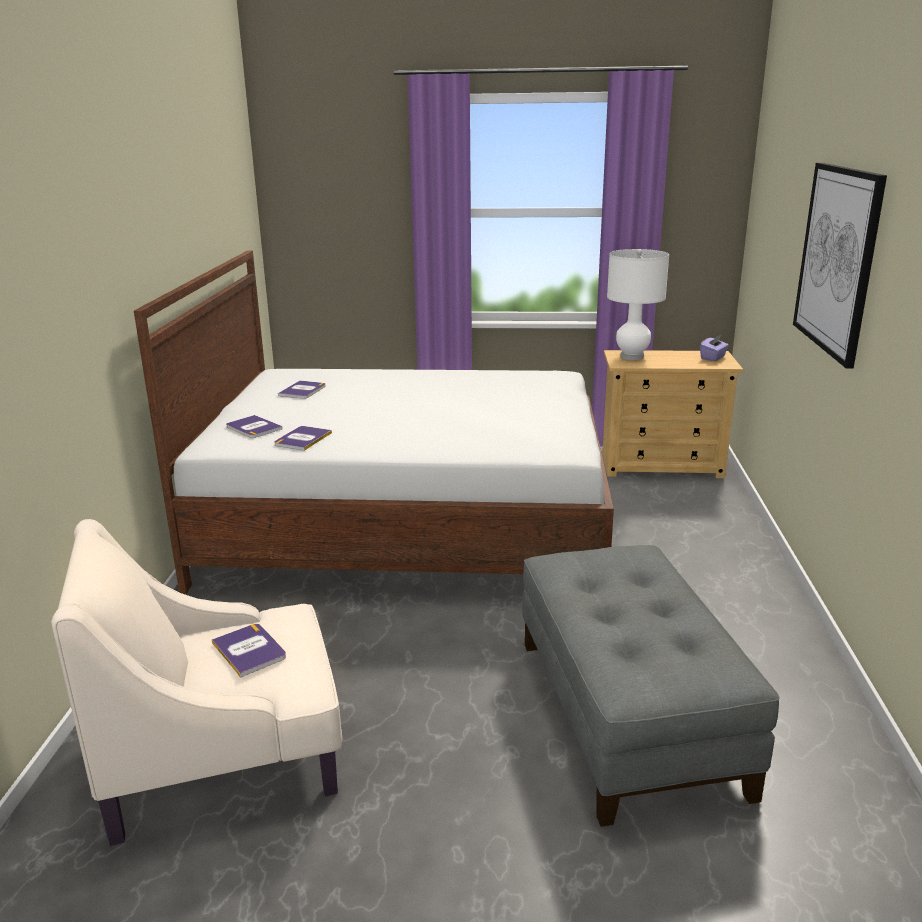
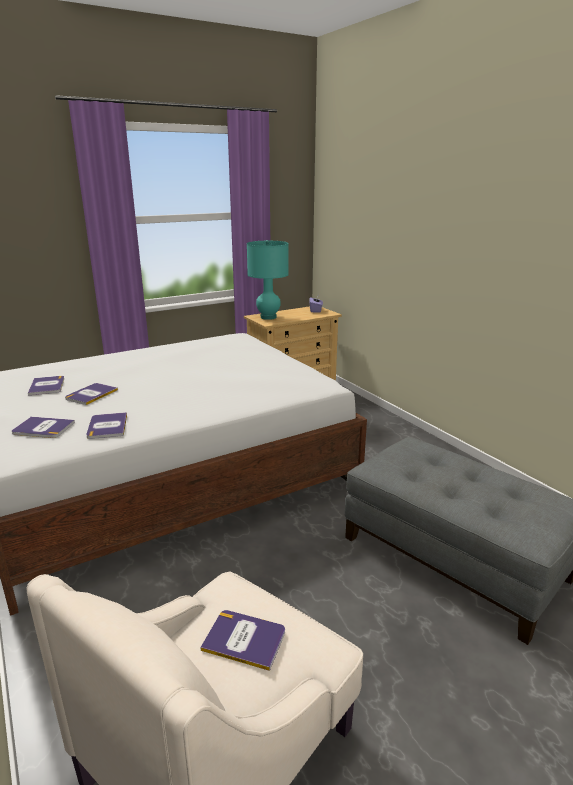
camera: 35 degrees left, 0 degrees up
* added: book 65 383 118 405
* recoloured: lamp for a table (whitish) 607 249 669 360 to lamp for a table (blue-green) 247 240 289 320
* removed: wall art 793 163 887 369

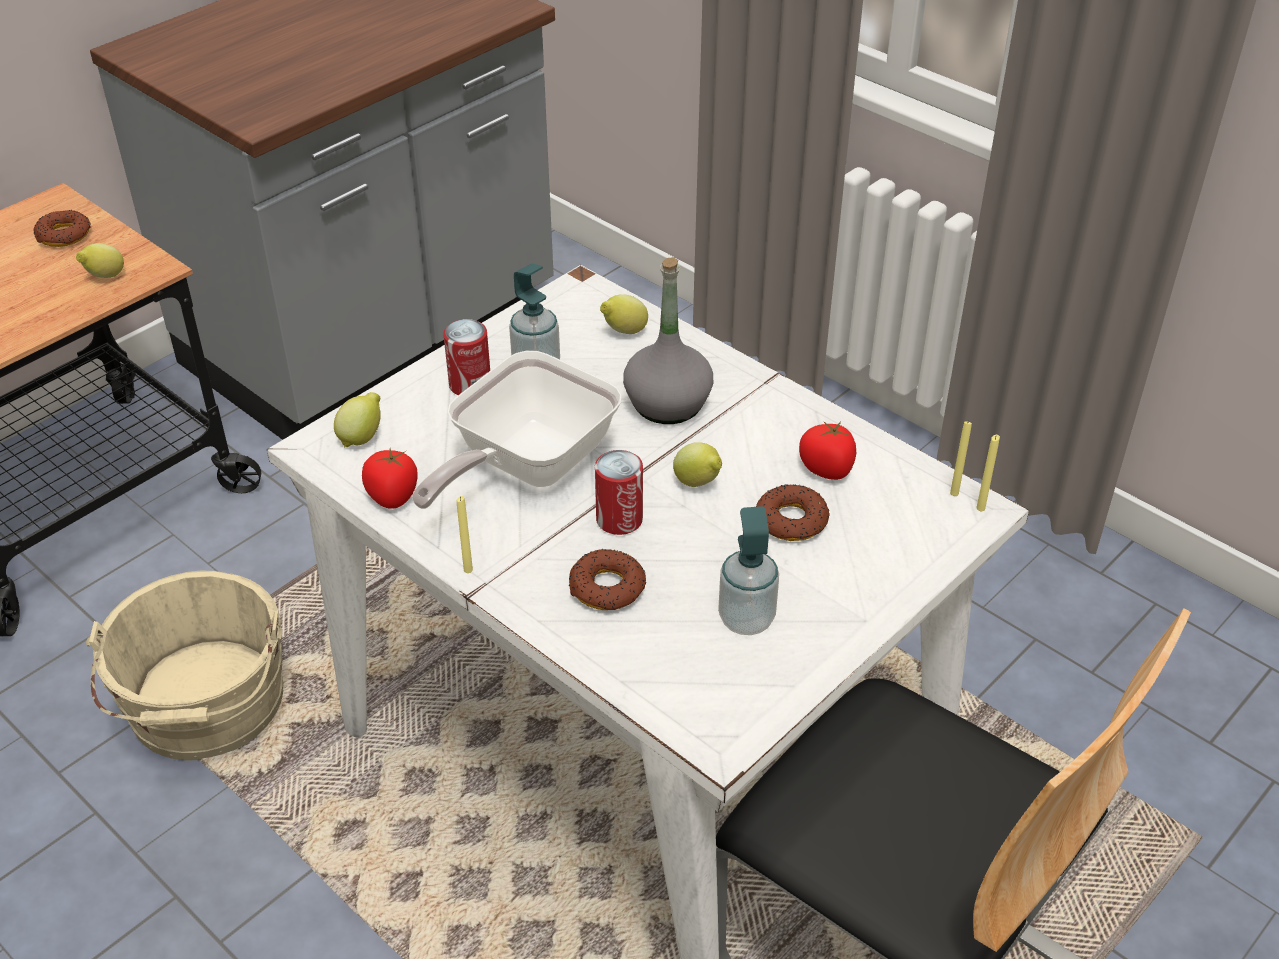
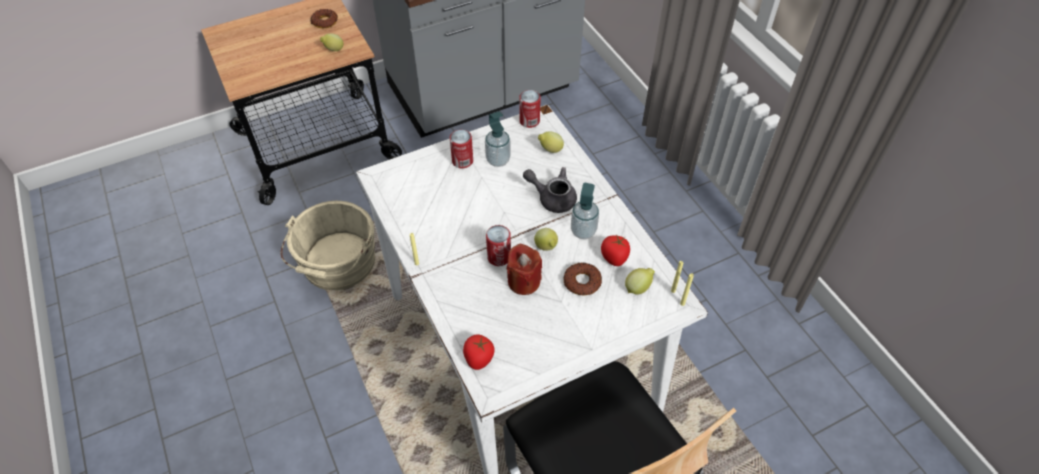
camera: 20 degrees right, 10 degrees up
* moved: fresh tomato 362 448 418 509 to 463 334 495 370
* added: wax candle (red) 507 244 542 295
* added: can 519 90 541 128
* replaced: bottle (gray) 623 257 713 424 to teapot (gray) 523 167 577 213
* moved: soap bottle 718 506 779 635 to 571 183 599 239
* moved: lemon 334 392 381 448 to 625 268 655 294
* removed: skillet 412 351 622 509
* removed: donut 569 549 646 610

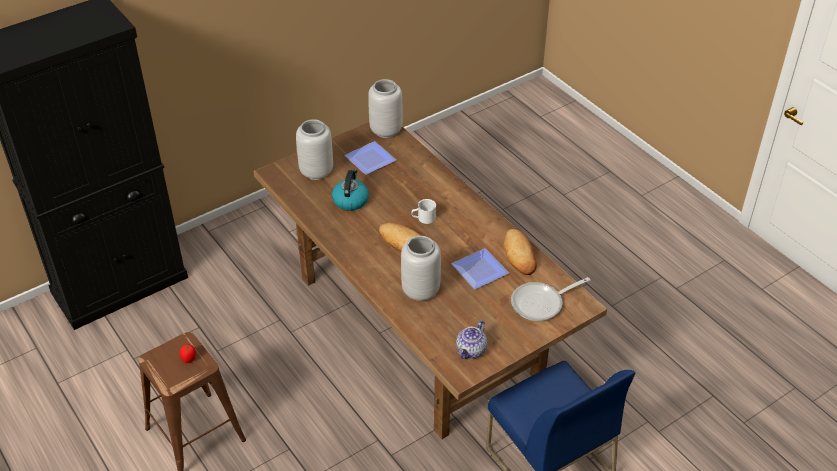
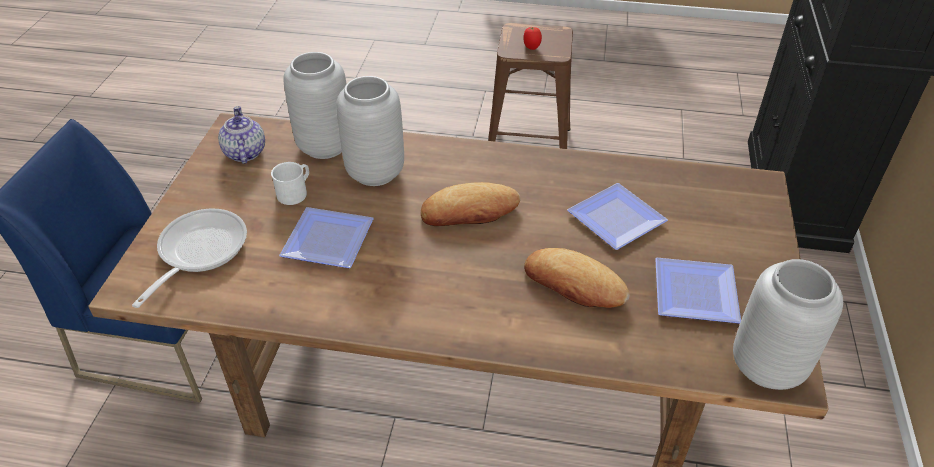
camera: 135 degrees right, 0 degrees up
* moved: tea mug (whitish) 412 199 436 224 to 271 162 309 205
* moved: decorative vase (gray) 296 119 333 180 to 284 52 347 159
* moved: bread 504 229 537 275 to 524 248 630 308
* replaced: kettle 332 170 369 211 to plate 567 183 668 250

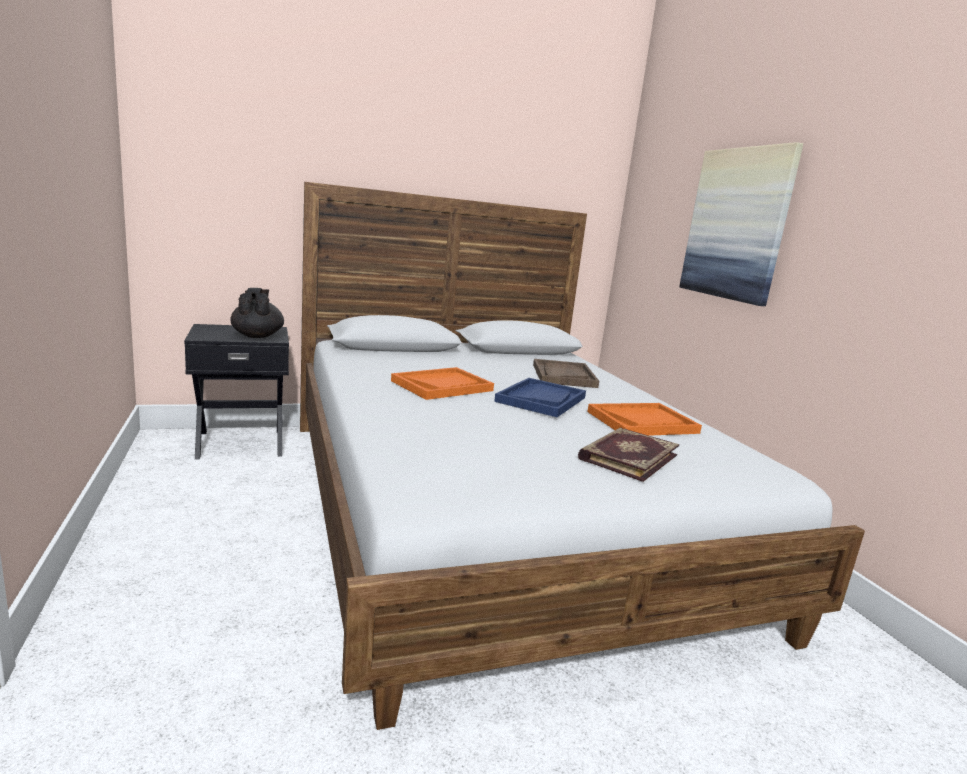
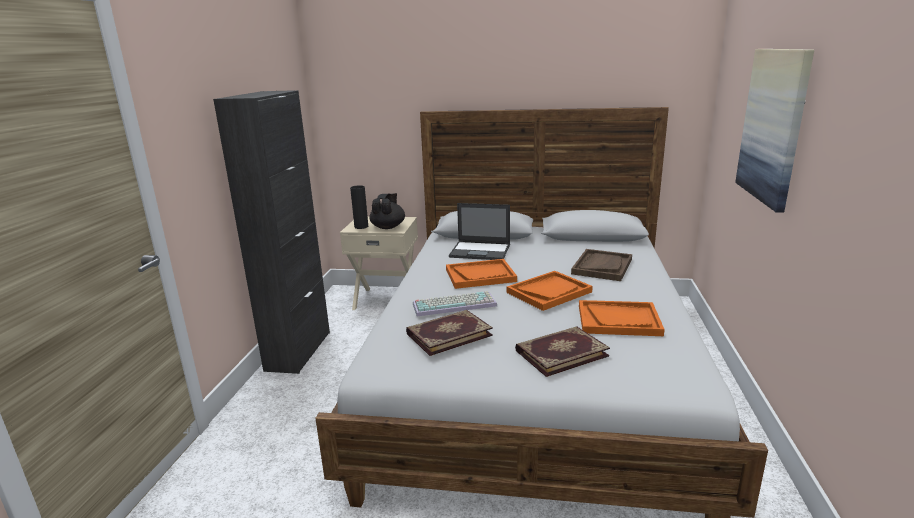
camera: 30 degrees right, 5 degrees up
* added: storage cabinet (blackish) 213 90 330 374
* recoloured: night table (blackish) 184 324 289 460 to night table (beige) 340 217 418 310
* added: decorative vase (blackish) 350 185 368 229
* added: book 406 310 493 356
* added: keyboard 413 291 497 316
* added: laptop 449 203 510 260
* recoloured: carrying tray (blue-coloured) 494 378 586 417 to carrying tray (orangey) 507 271 593 311

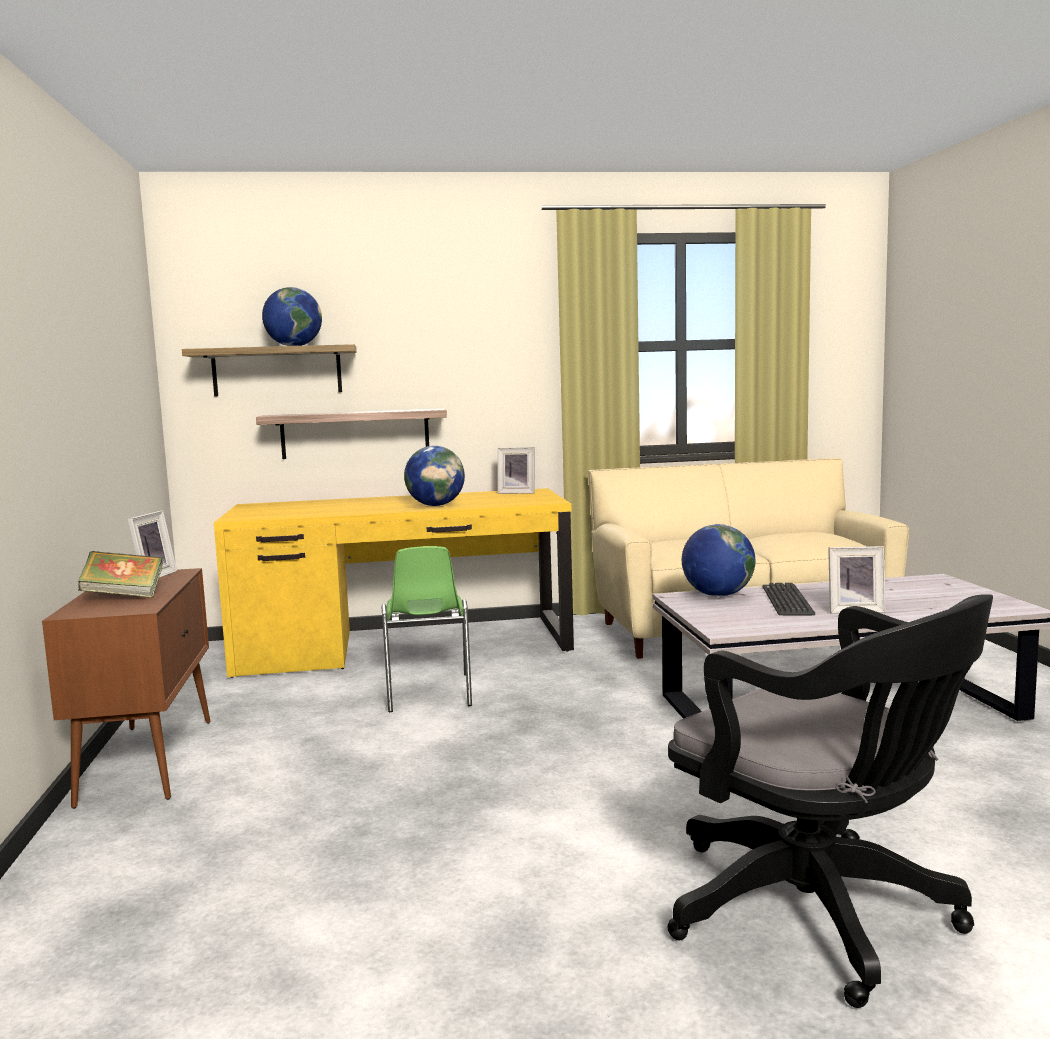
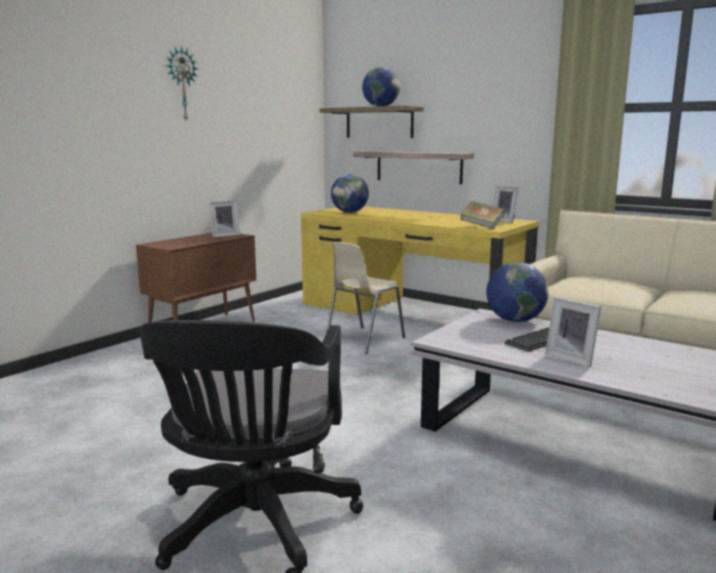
camera: 45 degrees right, 5 degrees up
* added: wall clock 166 46 198 120
* recoloured: chair (green-coloured) 381 546 472 712 to chair (beige) 326 242 405 354
* moved: world globe 404 446 465 506 to 331 174 369 213
* moved: book 78 551 163 598 to 461 201 505 229

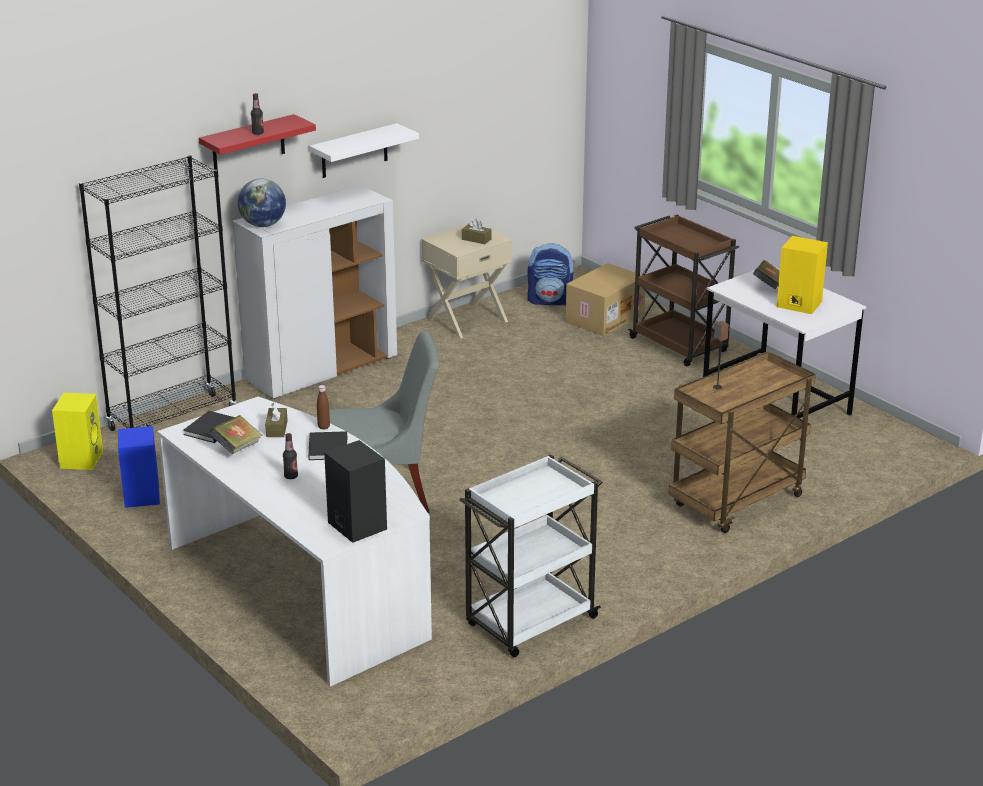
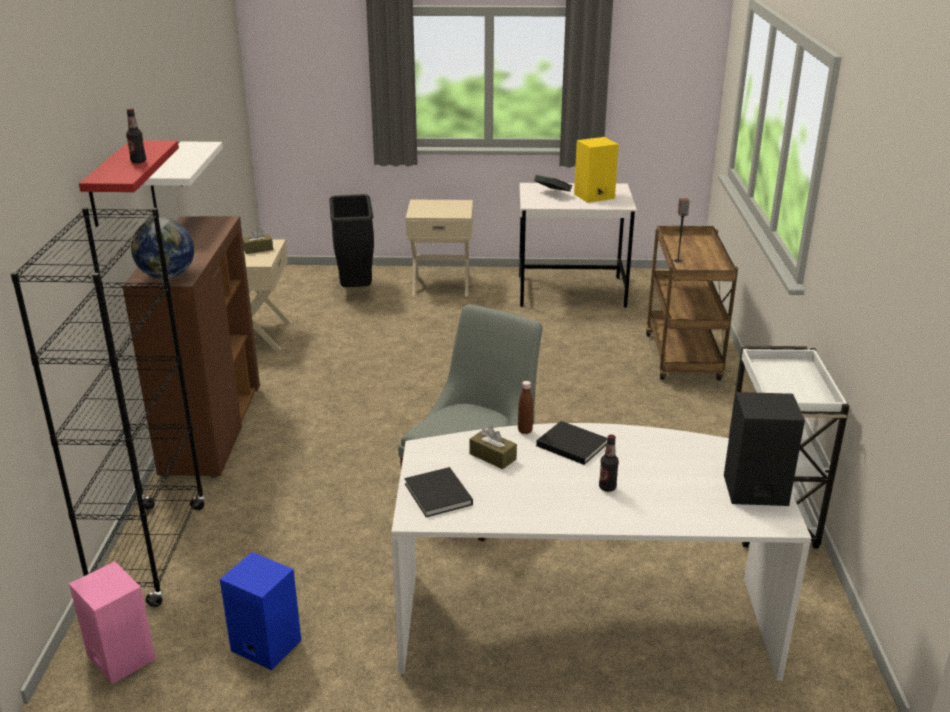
camera: 50 degrees left, 0 degrees up
* recoloured: loudspeaker (yellow-coloured) 52 392 103 470 to loudspeaker (pinkish) 69 561 156 684
* recoloured: storage cabinet (whitish) 233 185 397 399 to storage cabinet (brown-coloured) 123 216 260 478
* replaced: packing box 566 263 645 336 to rubbish bin (blackish) 329 194 374 287
* replaced: wheeled cart (brown-coloured) 628 215 739 367 to night table (beige) 406 199 473 296
* removed: book 209 415 262 454
* removed: knapsack 527 243 575 305

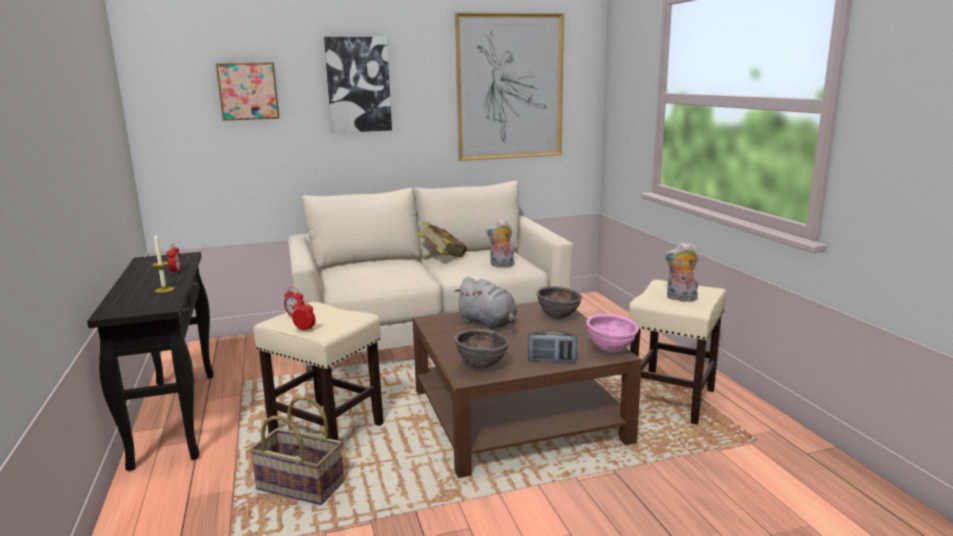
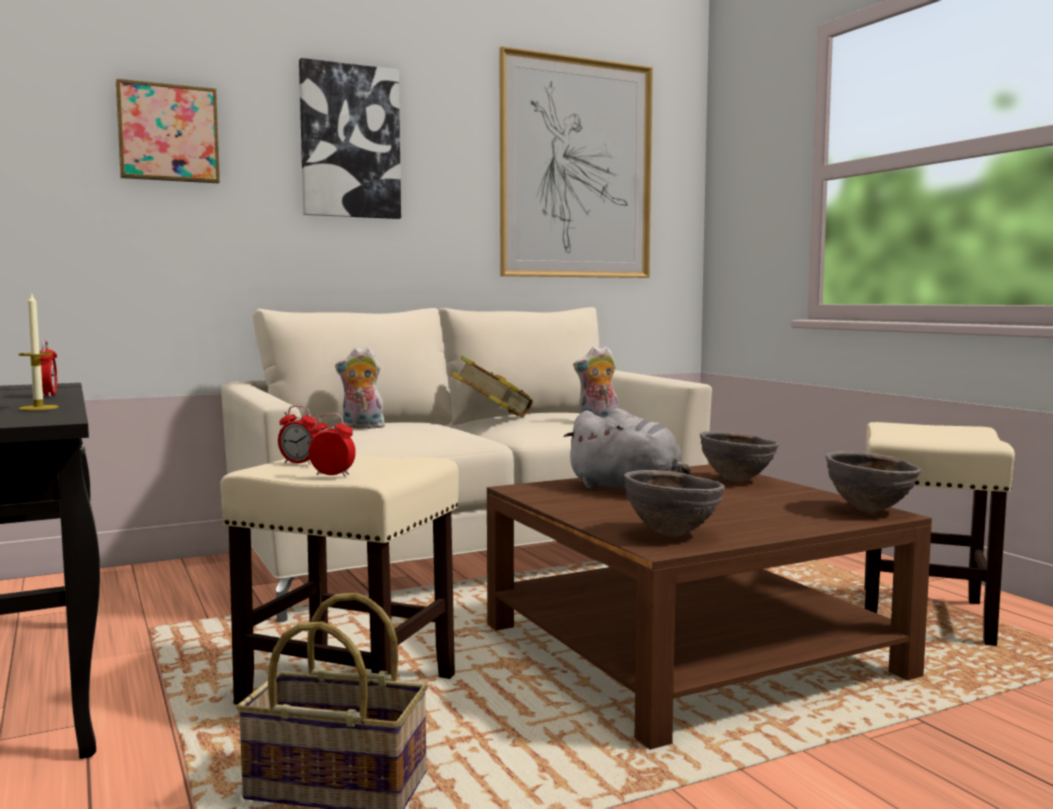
camera: 10 degrees left, 10 degrees down
* moved: cuddly toy 664 243 699 301 to 335 347 385 429
* recoloured: bowl (pinkish) 586 314 639 353 to bowl (brown-coloured) 825 451 921 512
* removed: radio 528 330 577 362

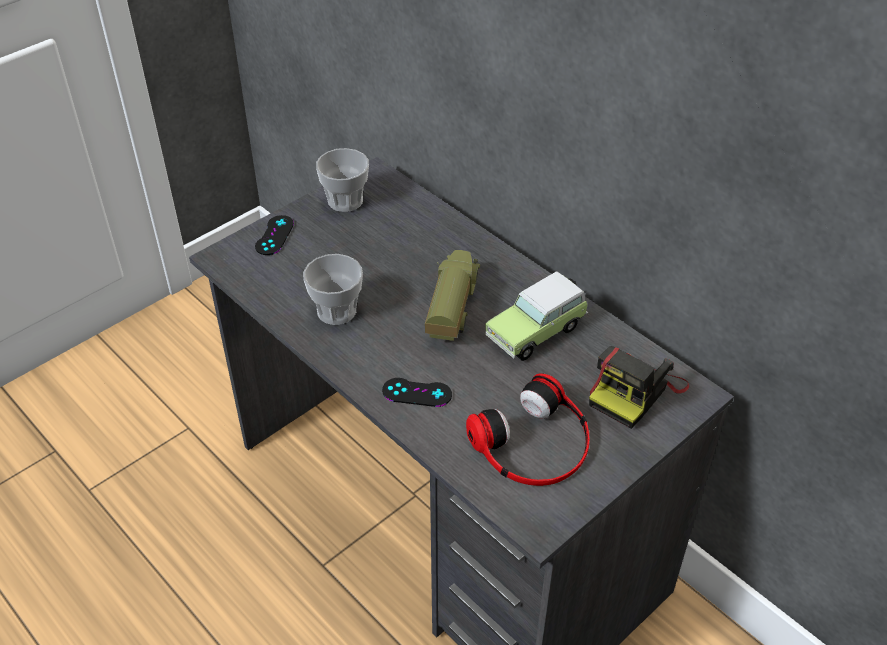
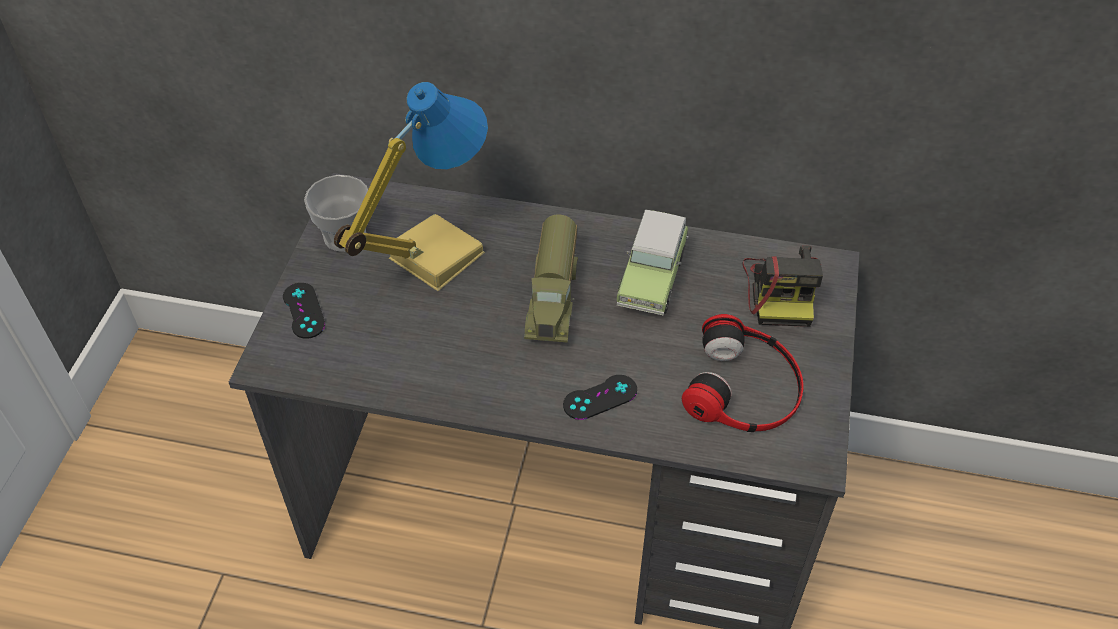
camera: 35 degrees left, 5 degrees up
* added: lamp for a table 334 82 488 291
* turned: toy truck 425 250 480 341 = 524 215 578 343 150 degrees counterclockwise
* removed: cup 303 254 363 325

